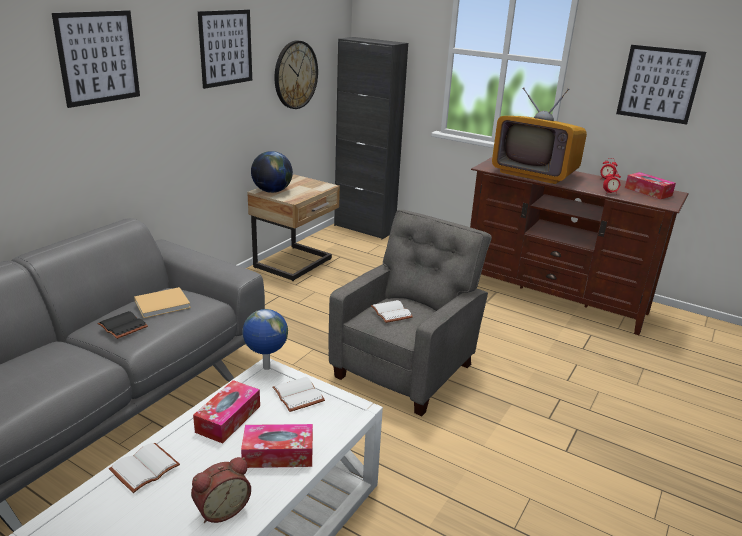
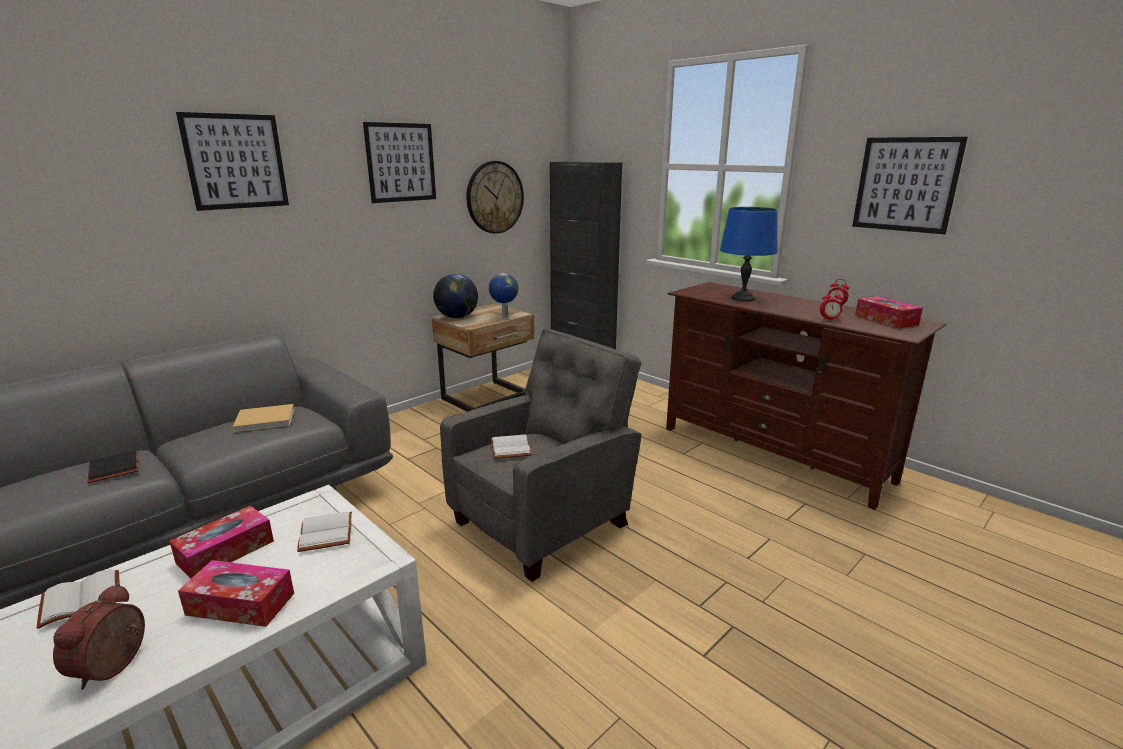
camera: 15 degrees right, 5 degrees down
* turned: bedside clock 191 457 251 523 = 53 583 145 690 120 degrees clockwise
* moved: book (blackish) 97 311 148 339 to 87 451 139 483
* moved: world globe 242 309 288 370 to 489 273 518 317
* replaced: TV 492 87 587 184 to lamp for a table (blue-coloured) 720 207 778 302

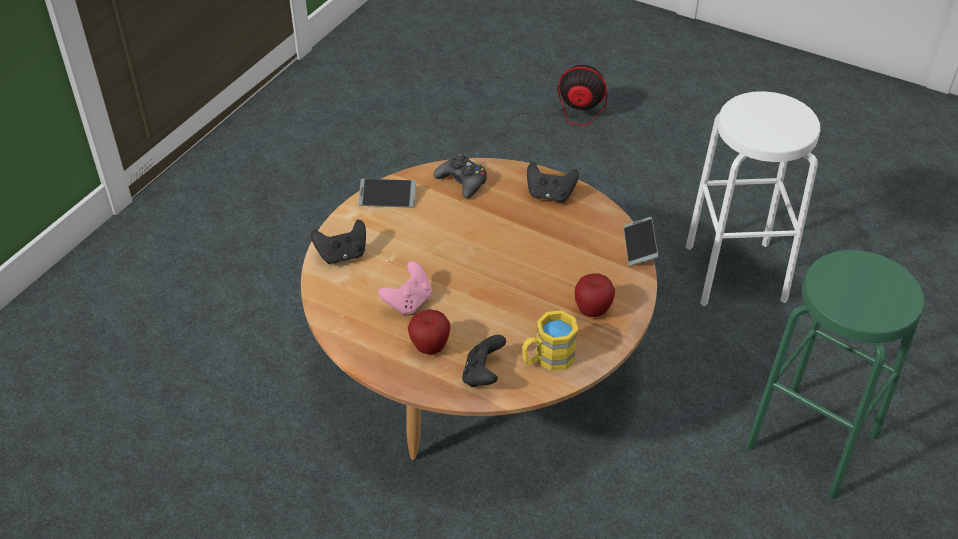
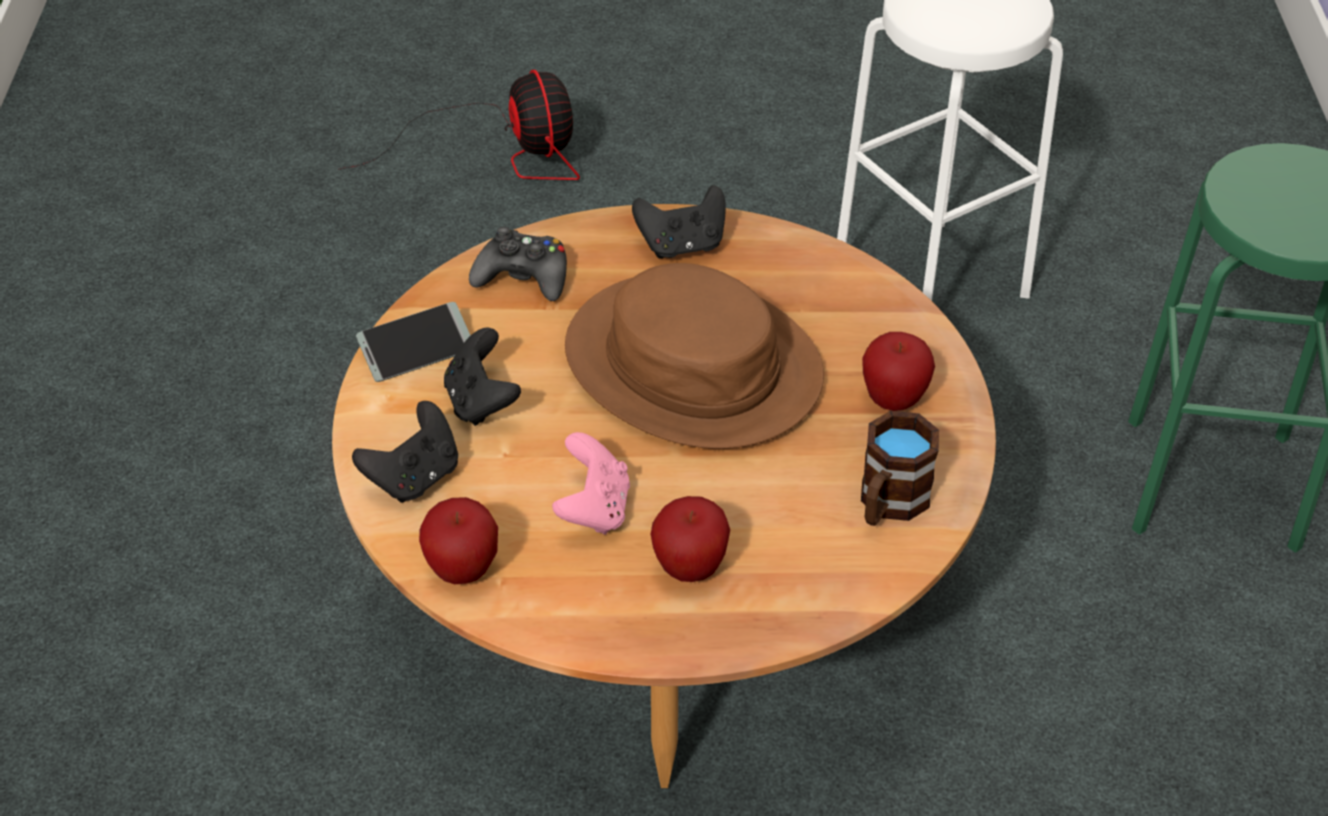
camera: 30 degrees left, 0 degrees up
* turned: fan 505 65 607 163 = 338 70 580 180 90 degrees clockwise
* added: apple 419 497 498 584
* moved: game controller (blackish) 462 335 506 387 to 444 328 521 426
* added: wearable hat (brown-coloured) 565 263 824 449
* recoloured: tea mug (yellow-coloured) 522 310 578 371 to tea mug (brown-coloured) 861 411 939 526
* removed: handset 624 217 658 266

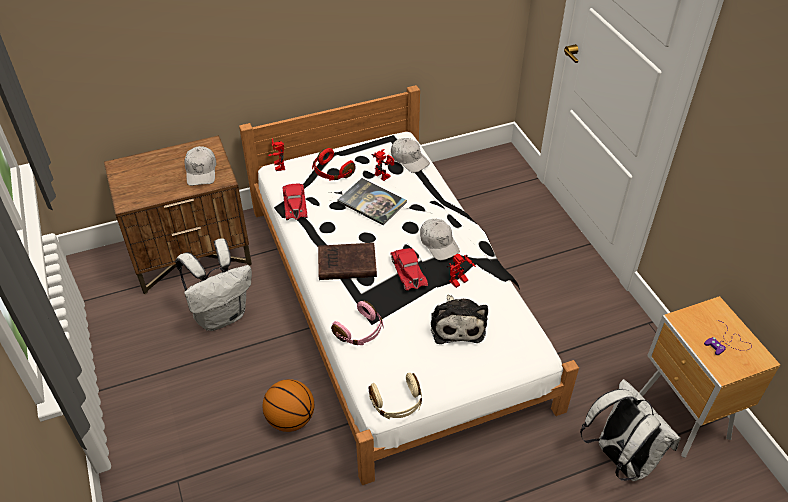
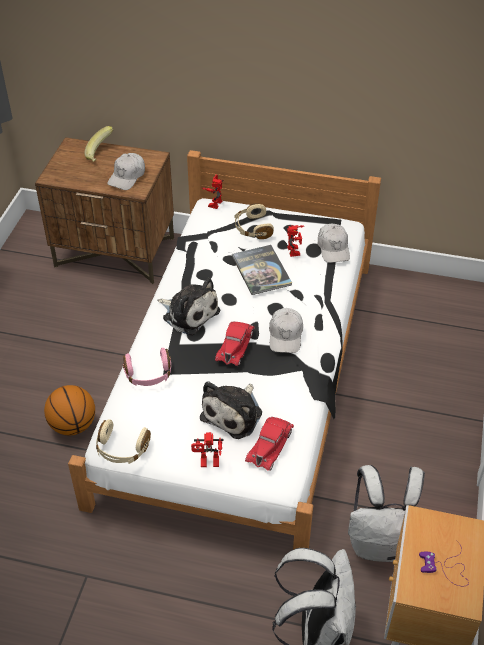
camera: 35 degrees right, 0 degrees up
* added: banana 84 126 114 162
* replaced: book (brown-coloured) 318 243 377 280 to cuddly toy 157 278 220 335
* moved: robot figure 447 254 476 288 to 191 432 224 467
* recoloured: pair of headphones (red) 312 148 356 180 to pair of headphones (beige) 234 203 274 239
* moved: toy car (red) 283 183 308 220 to 245 417 294 471
* moved: knapsack (whitish) 175 239 252 331 to 348 465 425 562

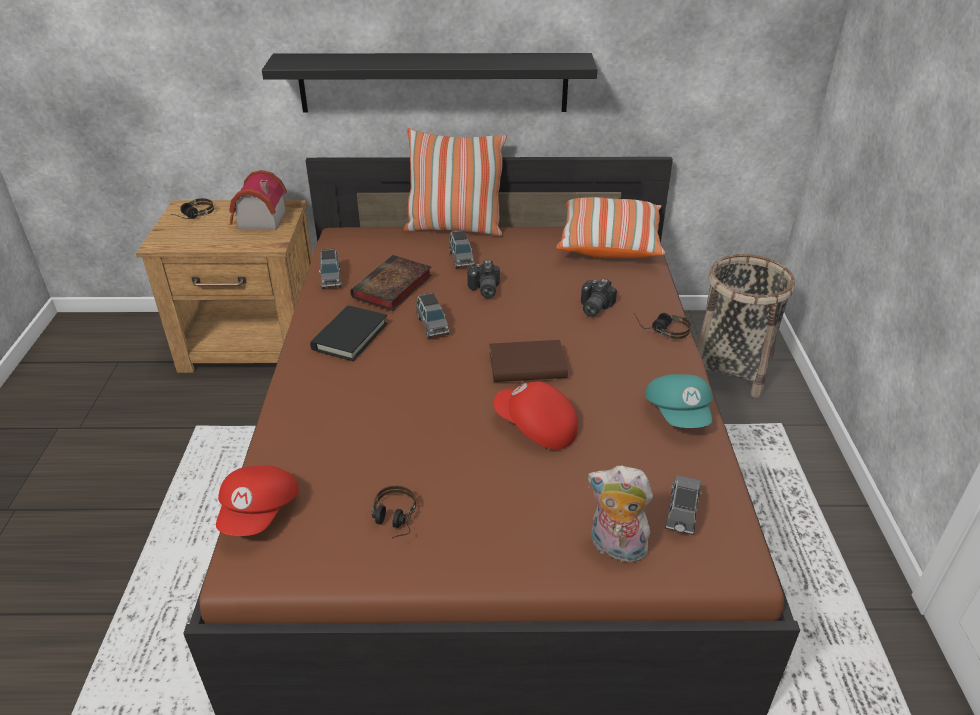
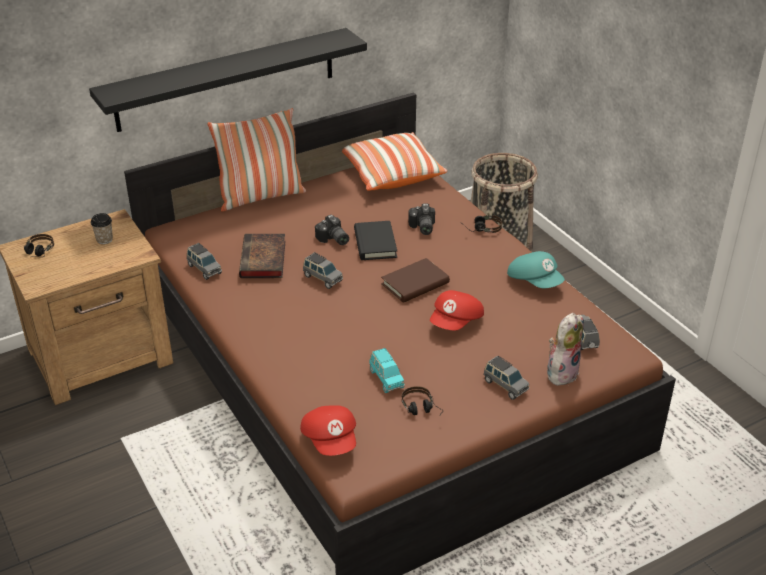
camera: 30 degrees left, 0 degrees up
* replaced: model house 229 170 287 230 to cup 91 213 113 244
* moved: book (blackish) 310 305 388 361 to 354 221 397 260
* added: toy car (blue-green) 369 348 405 393
* turned: peaked cap (red) 494 382 578 449 = 430 290 484 331 60 degrees counterclockwise
* moved: toy car (gray) 449 230 474 269 to 483 355 529 400
* turned: cuddly toy 588 465 654 563 = 547 313 584 387 135 degrees clockwise

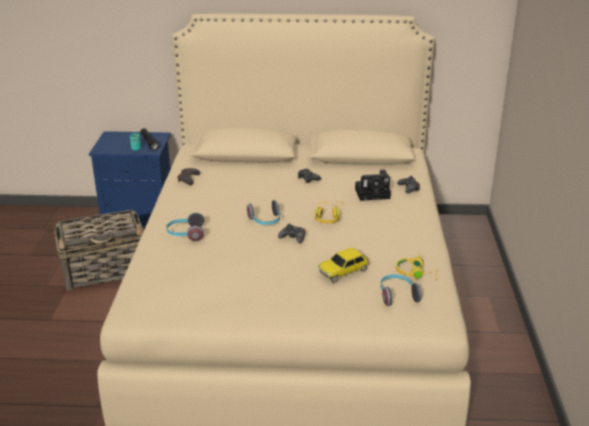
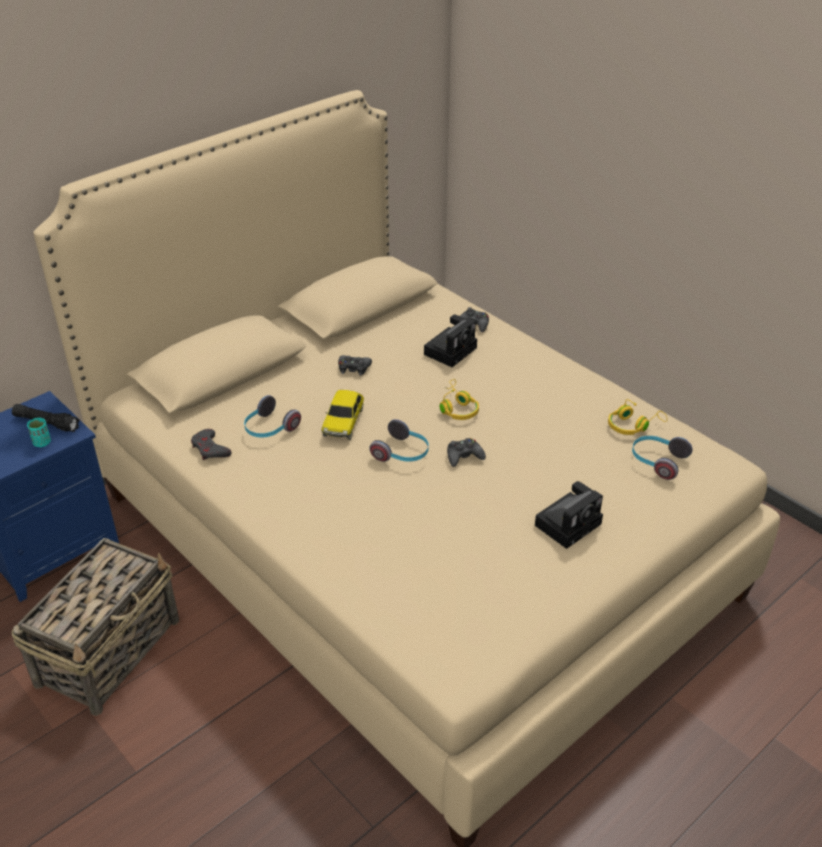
camera: 45 degrees left, 10 degrees up
* moved: pair of headphones 166 213 204 241 to 244 395 301 438
* moved: toy car 318 248 369 283 to 322 390 364 440
* added: photo camera 535 481 603 549

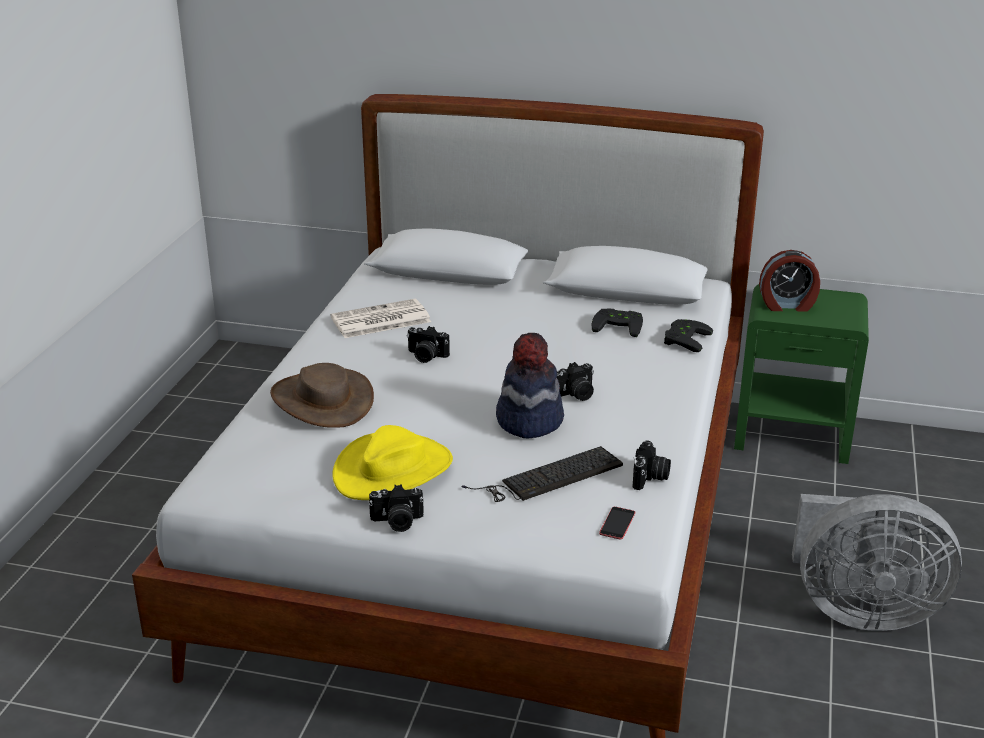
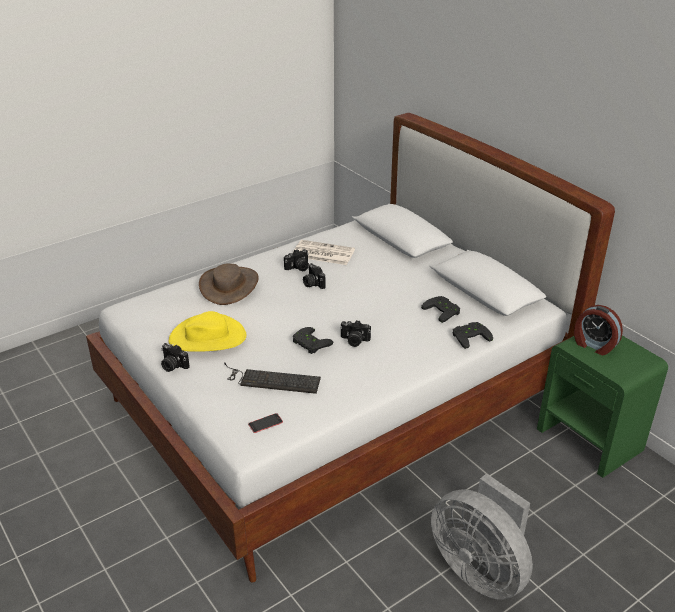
camera: 40 degrees right, 5 degrees up
* moved: photo camera 633 440 671 490 to 284 249 309 271
* replaced: wearable hat 496 333 564 438 to game controller (blackish) 293 327 333 354

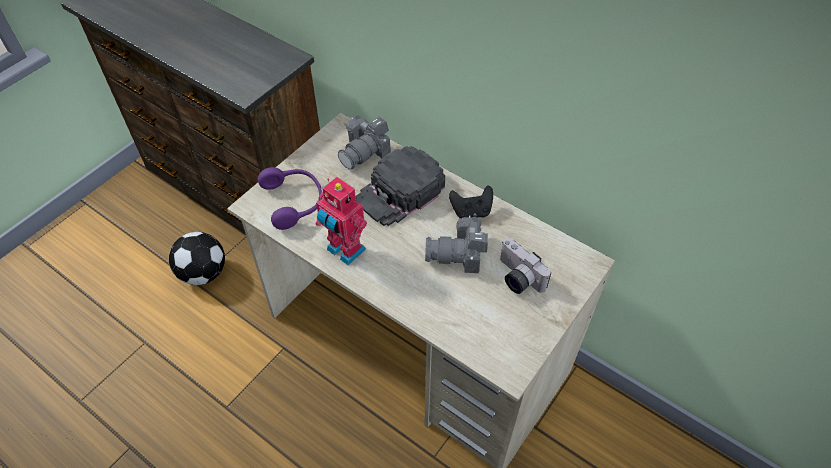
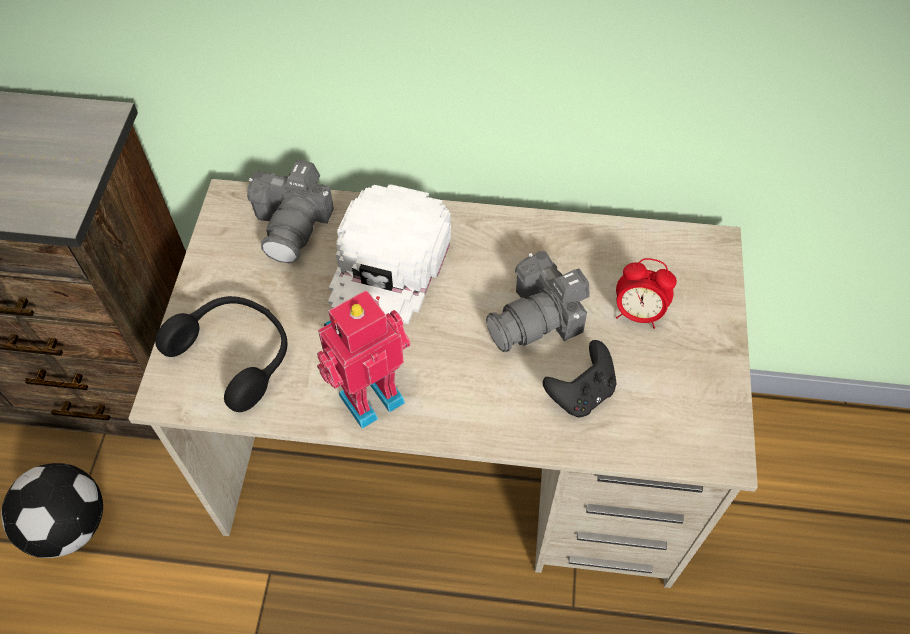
camera: 30 degrees left, 5 degrees up
* recoloured: pair of headphones (purple-coloured) 258 167 322 230 to pair of headphones (blackish) 155 296 287 412
* turned: robot figure 316 177 367 265 = 317 290 410 429 135 degrees clockwise
* recoloured: peaked cap (blackish) 356 146 445 226 to peaked cap (whitish) 328 184 451 324
* moved: game controller (blackish) 449 185 493 218 to 543 340 616 417
* replaced: photo camera 500 238 551 294 to bedside clock 616 258 677 329

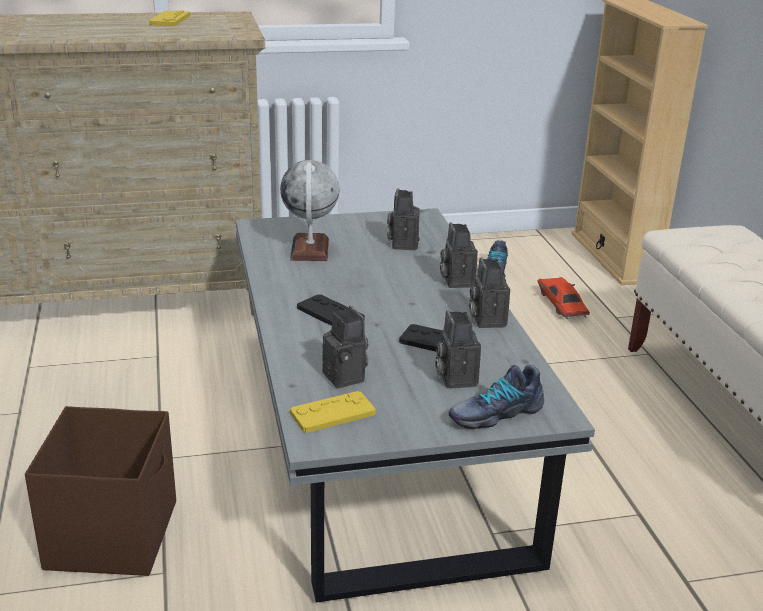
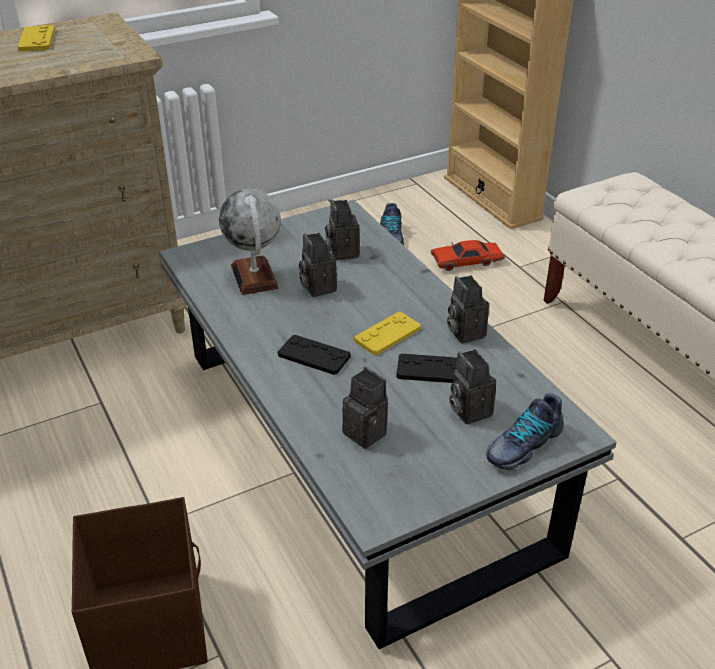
camera: 15 degrees left, 10 degrees up
* moved: photo camera 440 222 478 288 to 299 233 337 297
* moved: game controller (yellow-coloured) 290 391 376 433 to 354 312 421 355
* turned: toy car (red) 538 277 590 319 = 431 240 505 271 75 degrees counterclockwise

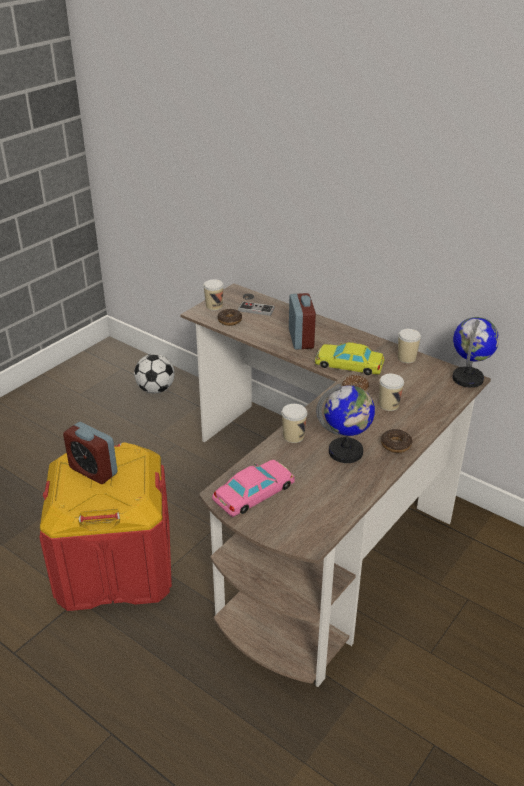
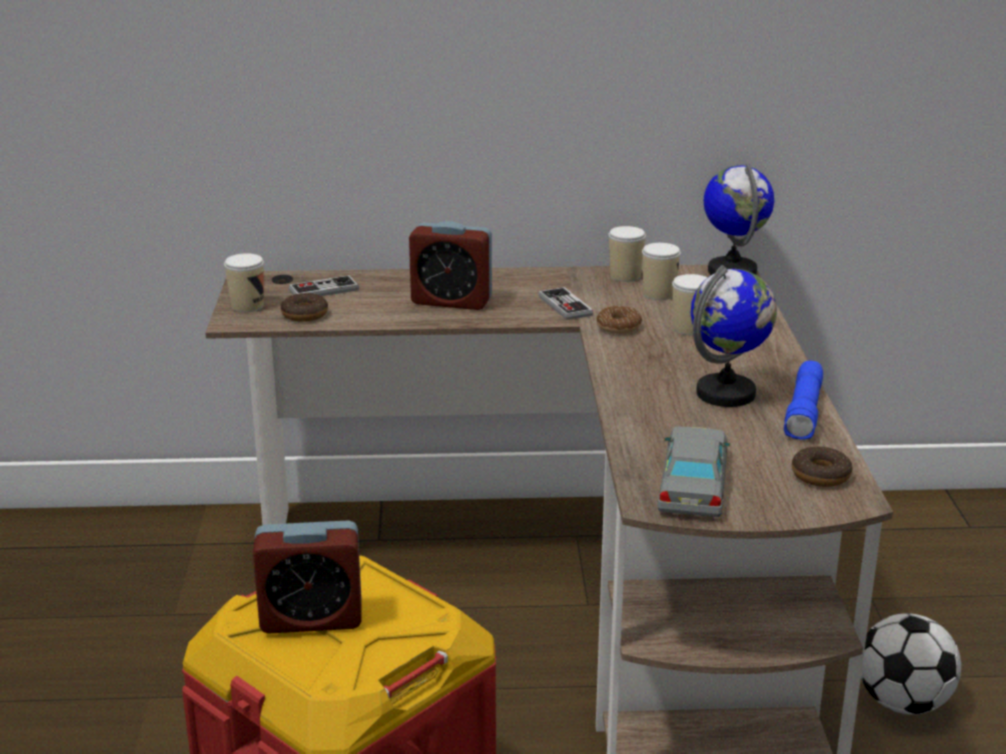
camera: 40 degrees left, 10 degrees down
* turned: bedside clock 289 293 316 350 = 409 221 492 310 150 degrees clockwise
* replaced: toy car (yellow-coloured) 315 342 385 375 to game controller 539 287 593 320
* moved: cup 282 404 307 443 to 642 243 681 300
* recoloured: toy car (pinkish) 212 460 295 517 to toy car (gray) 657 427 730 517
* added: flashlight (blue-coloured) 784 361 823 440
* moved: donut 381 429 412 453 to 792 446 852 487
* moved: football ball 134 354 175 393 to 861 613 961 715

